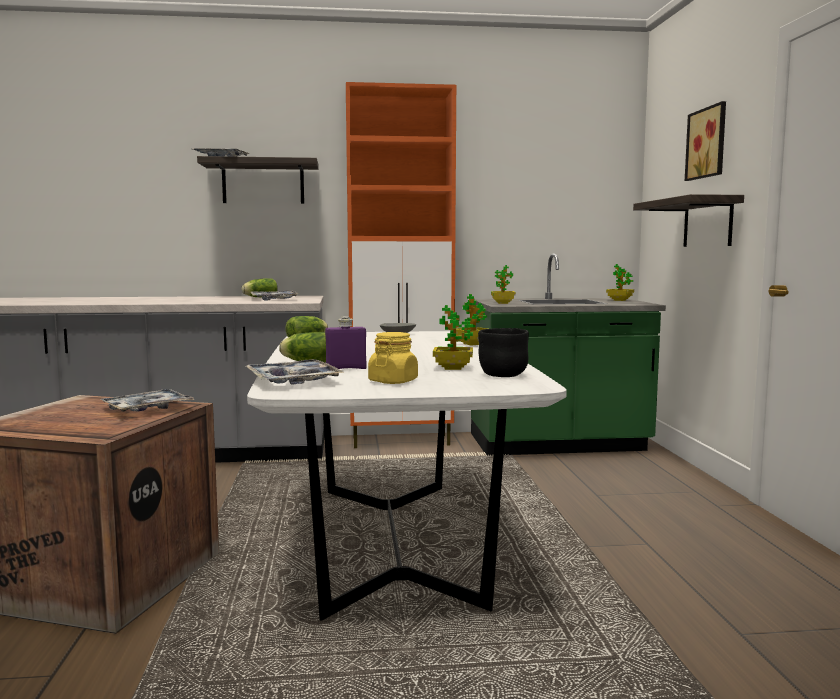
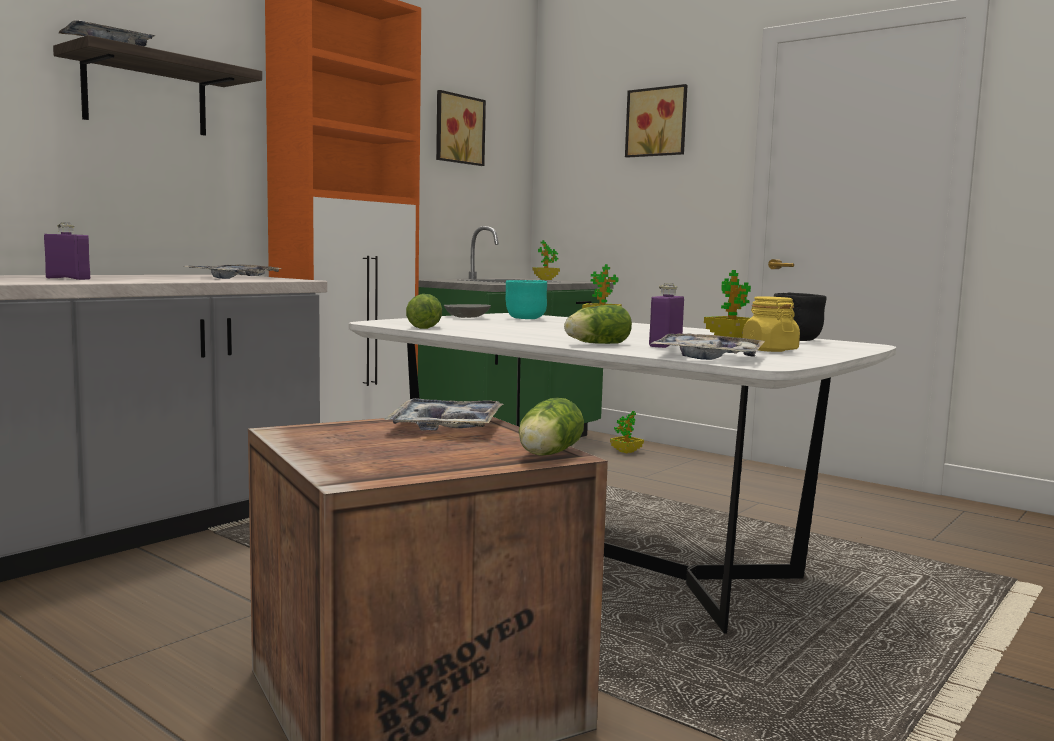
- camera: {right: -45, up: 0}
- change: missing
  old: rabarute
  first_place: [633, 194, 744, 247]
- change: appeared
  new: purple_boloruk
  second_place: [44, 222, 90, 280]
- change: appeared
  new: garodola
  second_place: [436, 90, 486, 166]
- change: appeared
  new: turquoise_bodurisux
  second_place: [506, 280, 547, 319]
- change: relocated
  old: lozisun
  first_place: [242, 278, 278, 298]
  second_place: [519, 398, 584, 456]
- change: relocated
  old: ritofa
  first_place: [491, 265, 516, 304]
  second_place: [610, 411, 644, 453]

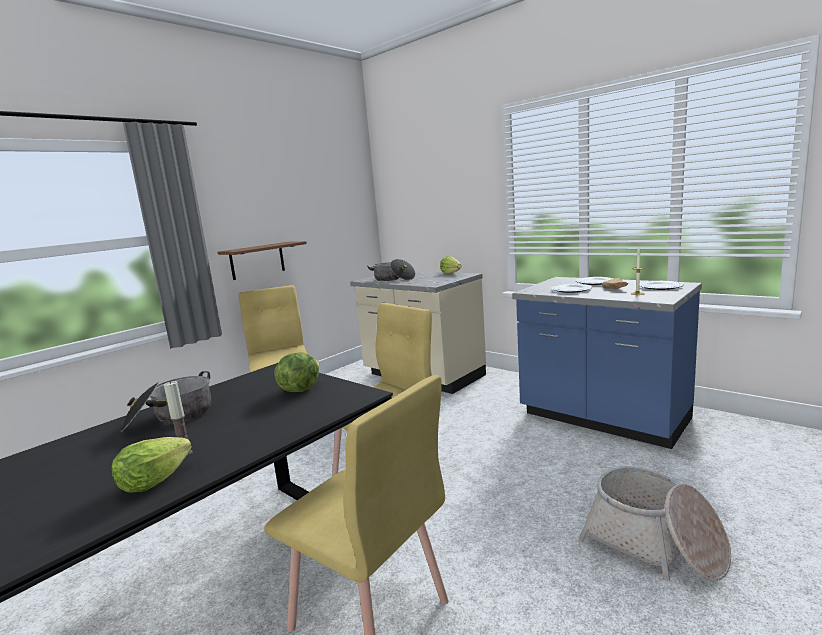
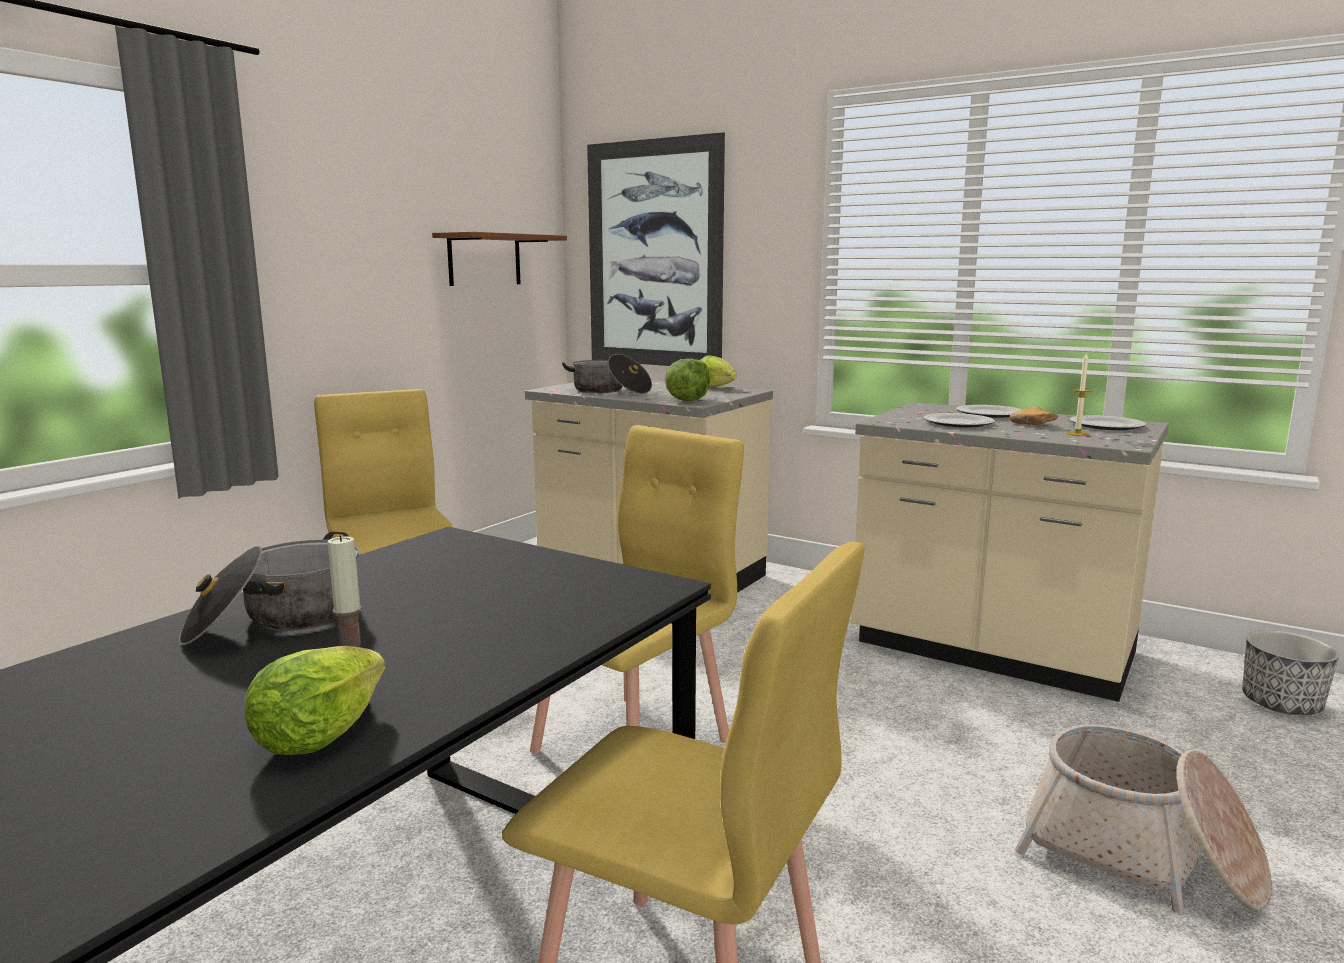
- camera: {right: -10, up: 0}
- change: appeared
  new: garodola
  second_place: [587, 132, 725, 366]
- change: appeared
  new: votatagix
  second_place: [1242, 630, 1339, 715]
- change: relocated
  old: rabarute
  first_place: [218, 241, 307, 280]
  second_place: [432, 232, 567, 286]
- change: relocated
  old: lozisun
  first_place: [274, 352, 320, 392]
  second_place: [665, 358, 710, 401]
- change: colour
  old: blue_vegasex
  new: beige_vegasex
  first_place: [512, 277, 702, 449]
  second_place: [851, 402, 1169, 702]

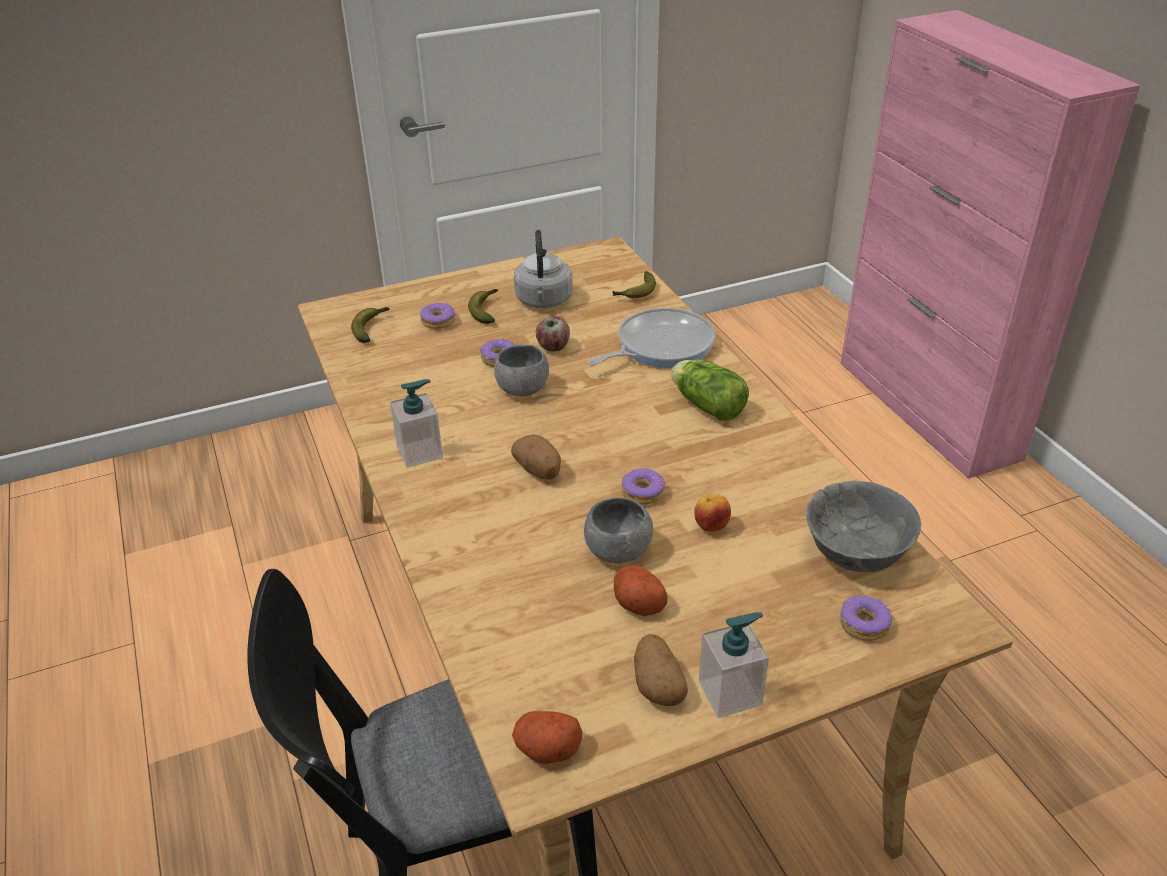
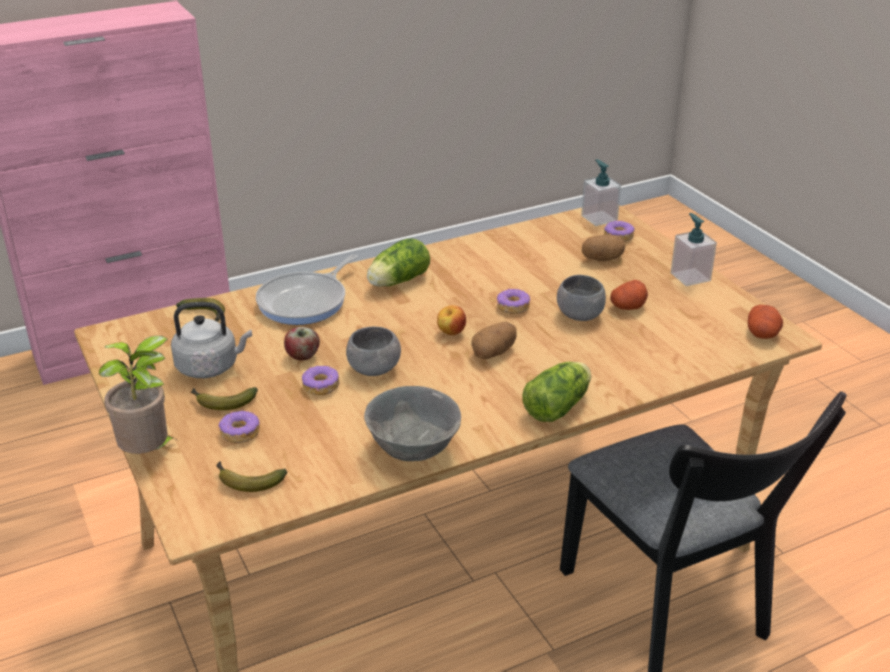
- camera: {right: -95, up: -5}
- change: appeared
  new: ritofa
  second_place: [99, 336, 177, 454]
- change: appeared
  new: lozisun
  second_place: [522, 361, 591, 422]
- change: relocated
  old: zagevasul
  first_place: [390, 379, 443, 468]
  second_place: [581, 159, 621, 226]
- change: relocated
  old: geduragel
  first_place: [634, 634, 688, 706]
  second_place: [582, 234, 625, 261]
- change: relocated
  old: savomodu
  first_place: [694, 494, 731, 532]
  second_place: [437, 305, 466, 335]
- change: relocated
  old: grey_bodurisux
  first_place: [806, 481, 921, 572]
  second_place: [364, 386, 461, 461]
- change: spun
  old: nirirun
  first_place: [587, 308, 715, 367]
  second_place: [256, 254, 358, 325]
  degrees: -105

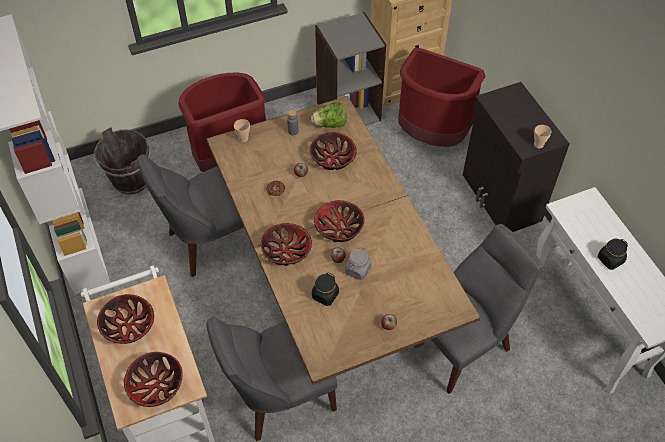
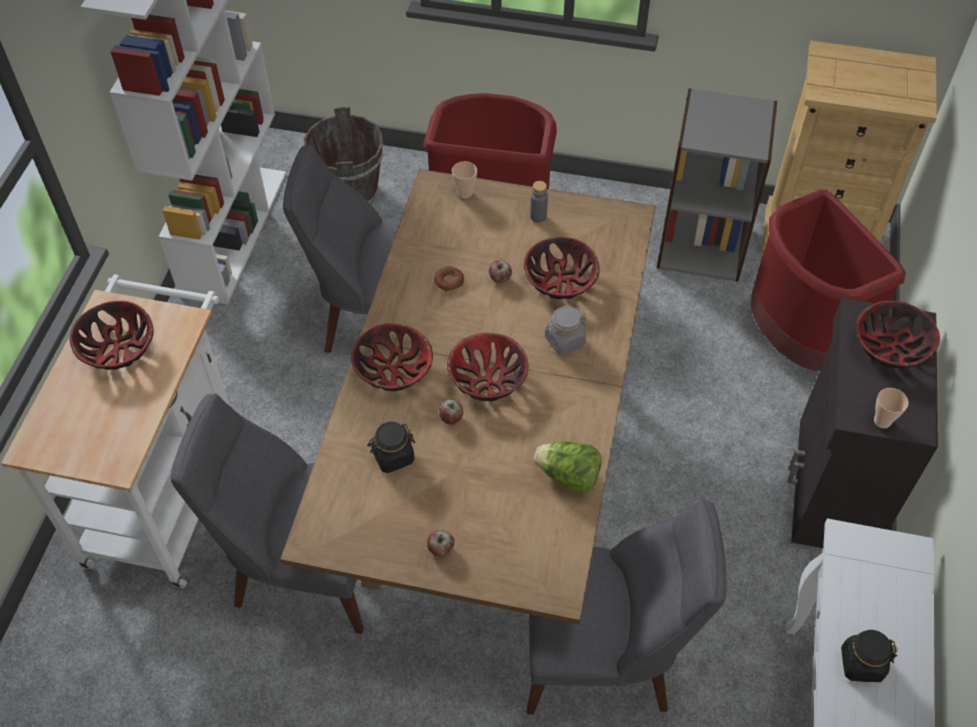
- camera: {right: 35, up: 0}
- change: relocated
  old: bodurisux
  first_place: [124, 352, 183, 407]
  second_place: [856, 300, 940, 368]
- change: relocated
  old: lozisun
  first_place: [311, 102, 347, 128]
  second_place: [534, 441, 601, 494]
- change: relocated
  old: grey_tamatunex
  first_place: [345, 247, 371, 280]
  second_place: [545, 306, 586, 355]

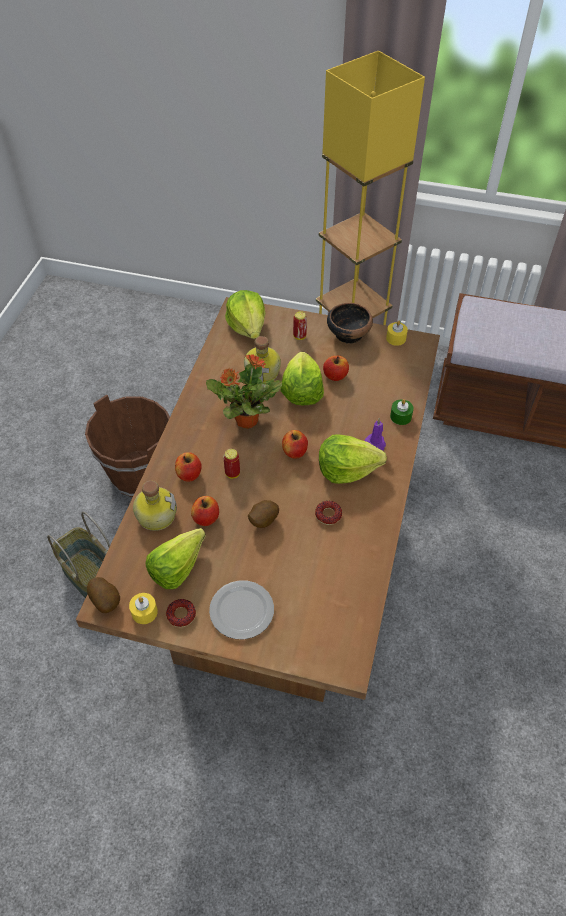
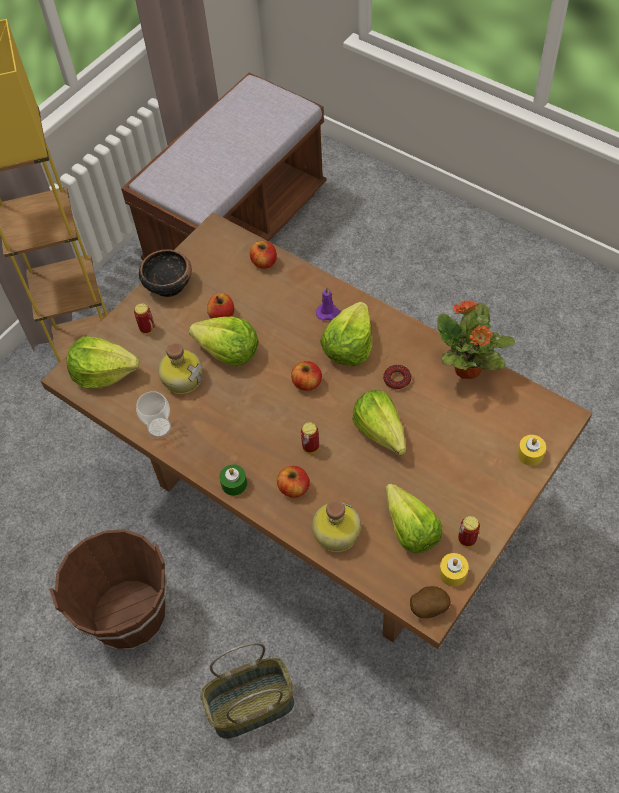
- camera: {right: -65, up: 5}
- change: missing
  old: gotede
  first_place: [209, 580, 274, 639]
- change: appeared
  new: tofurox
  second_place: [136, 391, 171, 438]
- change: relocated
  old: savomodu
  first_place: [191, 496, 219, 526]
  second_place: [250, 241, 277, 269]
- change: relocated
  old: ritofa
  first_place: [206, 354, 282, 429]
  second_place: [437, 300, 515, 379]
- change: relocated
  old: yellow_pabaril
  first_place: [386, 321, 408, 346]
  second_place: [517, 435, 546, 466]
- change: relocated
  old: green_pabaril
  first_place: [390, 399, 414, 425]
  second_place: [219, 464, 247, 496]
- change: exchanged
  old: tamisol
  new: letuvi
  first_place: [166, 599, 196, 627]
  second_place: [458, 516, 480, 547]
- change: exchanged
  old: geduragel
  new: lozisun
  first_place: [248, 500, 279, 528]
  second_place: [352, 390, 406, 456]

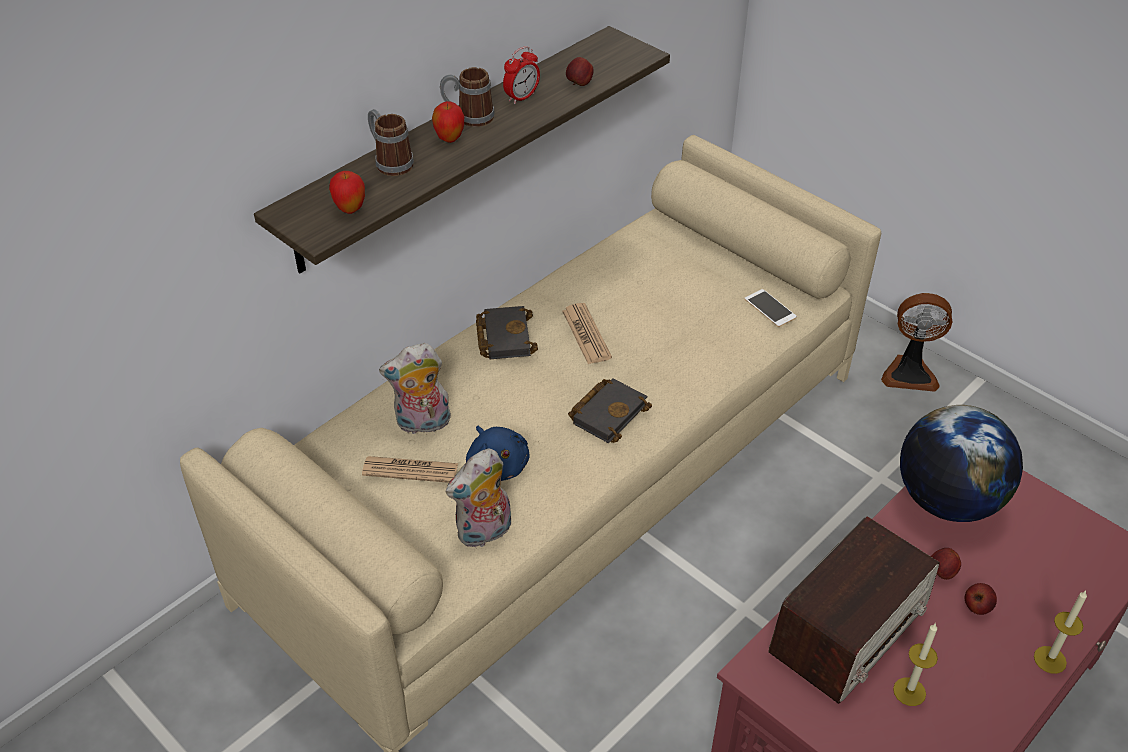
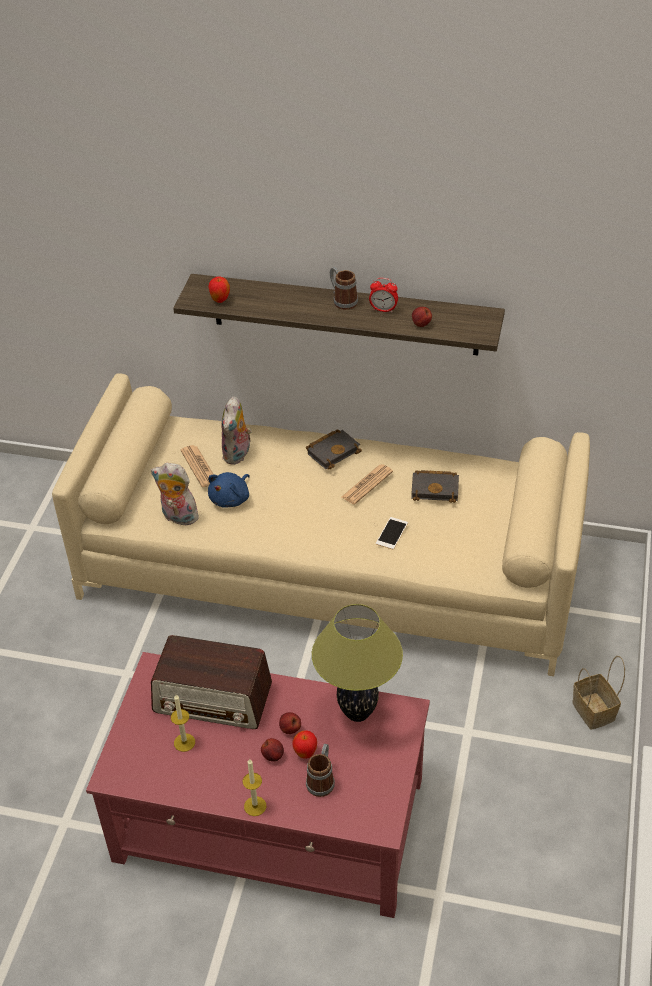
- camera: {right: 60, up: 0}
- change: relocated
  old: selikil
  first_place: [368, 109, 414, 176]
  second_place: [306, 744, 335, 797]
- change: relocated
  old: savomodu
  first_place: [432, 101, 464, 143]
  second_place: [292, 730, 317, 759]
- change: relocated
  old: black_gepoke
  first_place: [568, 378, 652, 443]
  second_place: [411, 470, 459, 503]
- change: relocated
  old: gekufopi
  first_place: [745, 289, 797, 327]
  second_place: [376, 517, 408, 550]
- change: exchanged
  old: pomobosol
  new: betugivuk
  first_place: [881, 293, 953, 392]
  second_place: [572, 656, 625, 730]
- change: exchanged
  old: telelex
  new: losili
  first_place: [900, 405, 1023, 522]
  second_place: [312, 604, 403, 722]
- change: spun
  old: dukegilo
  first_place: [379, 343, 451, 434]
  second_place: [221, 397, 252, 465]
  degrees: -120

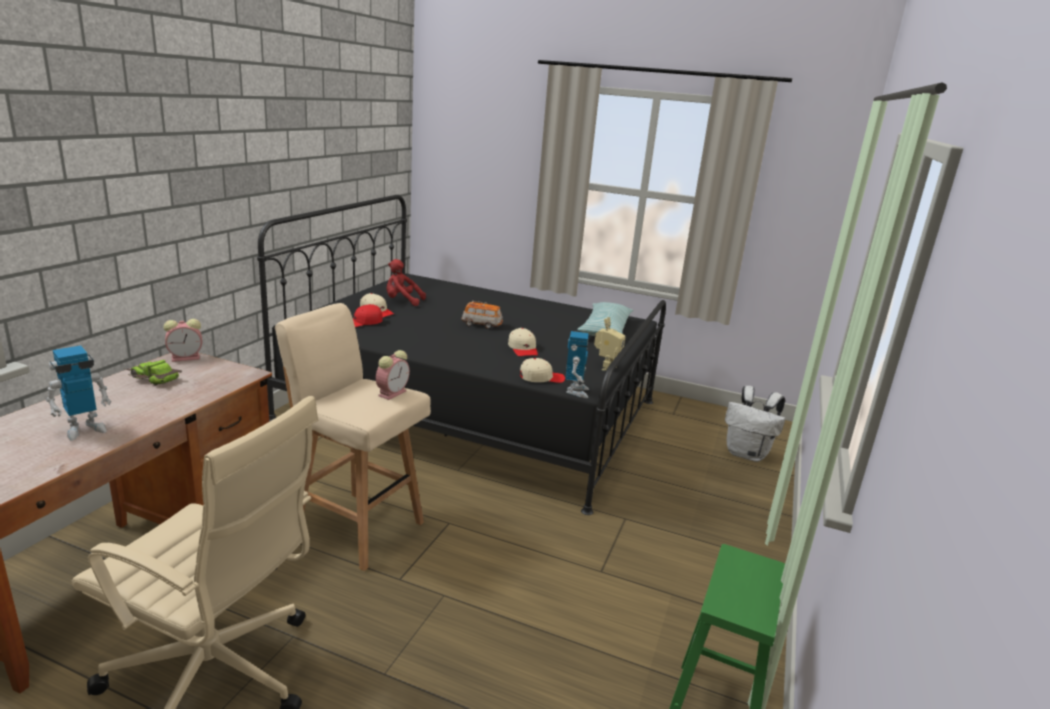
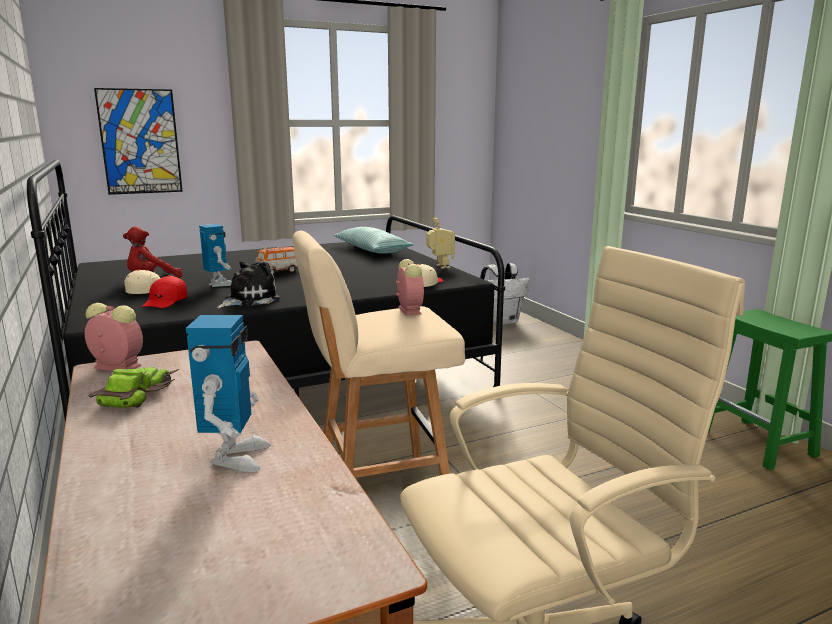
- camera: {right: -45, up: -5}
- change: missing
  old: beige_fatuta
  first_place: [508, 328, 538, 356]
- change: appeared
  new: garodola
  second_place: [94, 88, 183, 195]
- change: appeared
  new: dukegilo
  second_place: [217, 261, 280, 308]
- change: relocated
  old: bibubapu
  first_place: [565, 331, 589, 398]
  second_place: [199, 224, 232, 287]
- change: spun
  old: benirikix
  first_place: [123, 360, 182, 385]
  second_place: [88, 367, 179, 408]
  degrees: 120
- change: spun
  old: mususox
  first_place: [164, 319, 202, 362]
  second_place: [85, 303, 143, 371]
  degrees: -90

